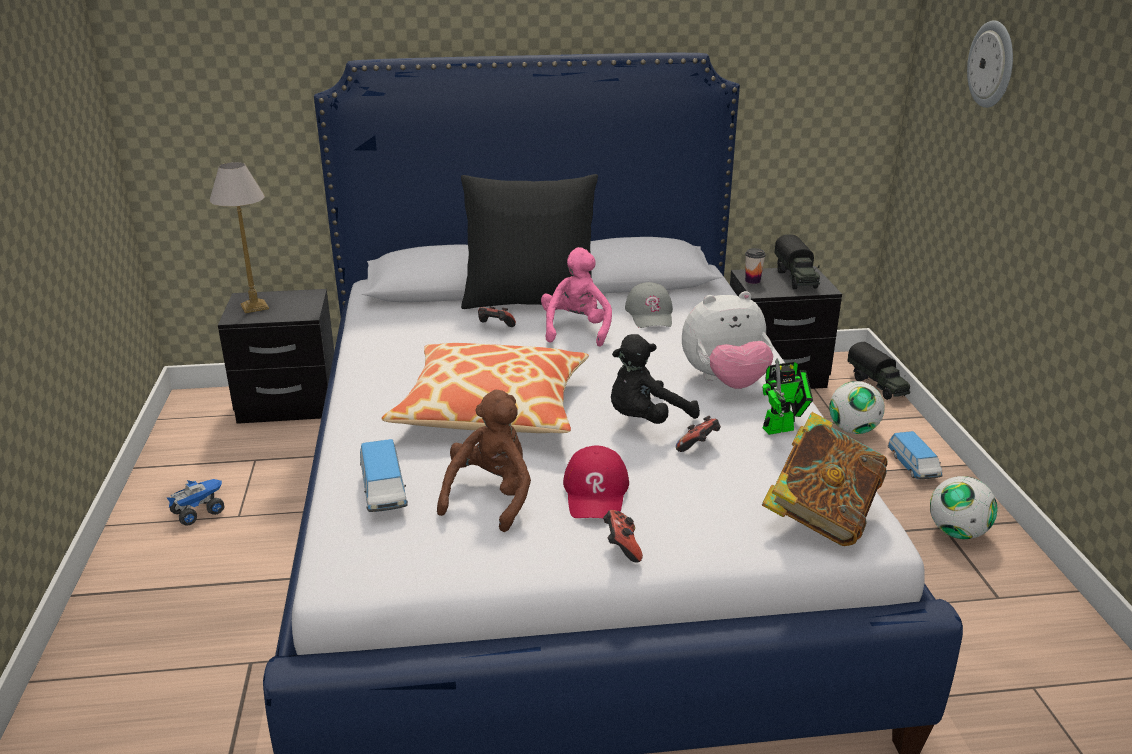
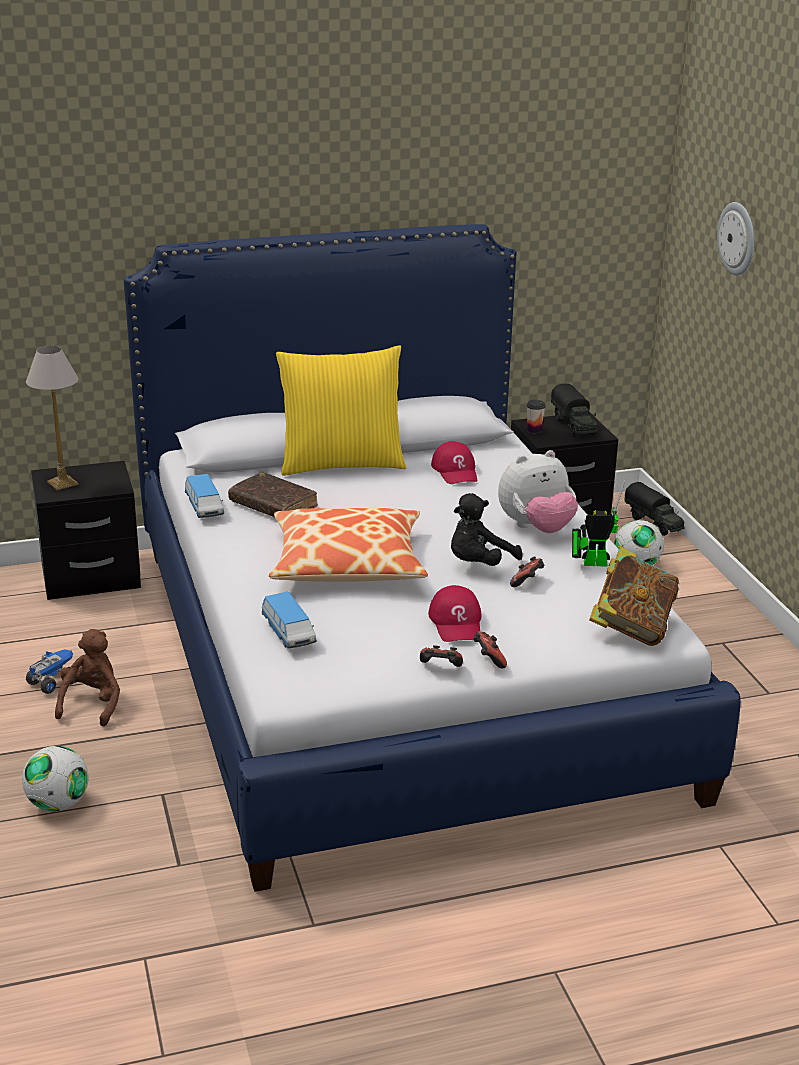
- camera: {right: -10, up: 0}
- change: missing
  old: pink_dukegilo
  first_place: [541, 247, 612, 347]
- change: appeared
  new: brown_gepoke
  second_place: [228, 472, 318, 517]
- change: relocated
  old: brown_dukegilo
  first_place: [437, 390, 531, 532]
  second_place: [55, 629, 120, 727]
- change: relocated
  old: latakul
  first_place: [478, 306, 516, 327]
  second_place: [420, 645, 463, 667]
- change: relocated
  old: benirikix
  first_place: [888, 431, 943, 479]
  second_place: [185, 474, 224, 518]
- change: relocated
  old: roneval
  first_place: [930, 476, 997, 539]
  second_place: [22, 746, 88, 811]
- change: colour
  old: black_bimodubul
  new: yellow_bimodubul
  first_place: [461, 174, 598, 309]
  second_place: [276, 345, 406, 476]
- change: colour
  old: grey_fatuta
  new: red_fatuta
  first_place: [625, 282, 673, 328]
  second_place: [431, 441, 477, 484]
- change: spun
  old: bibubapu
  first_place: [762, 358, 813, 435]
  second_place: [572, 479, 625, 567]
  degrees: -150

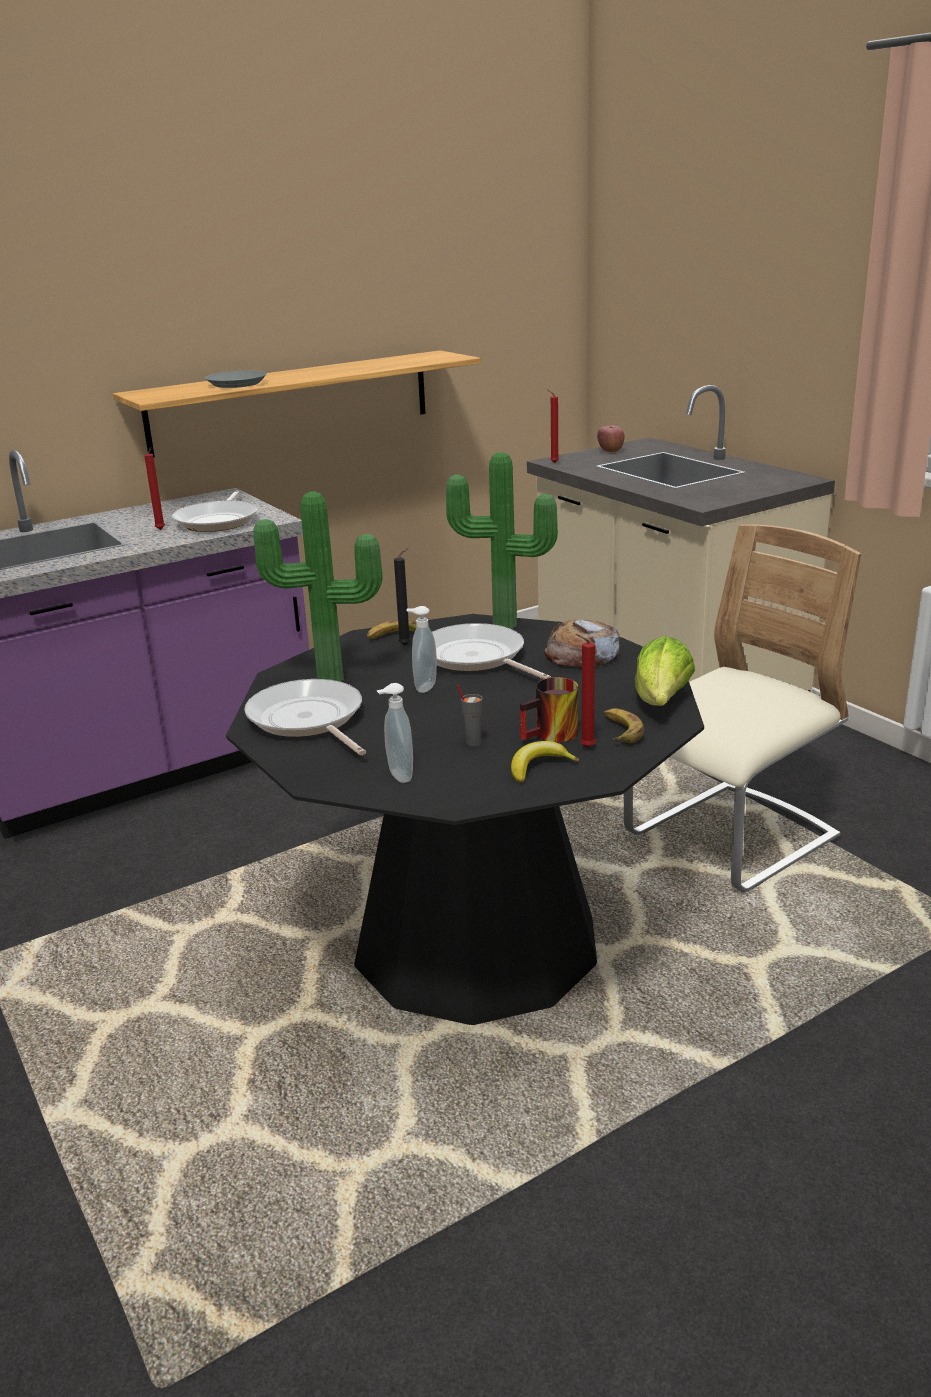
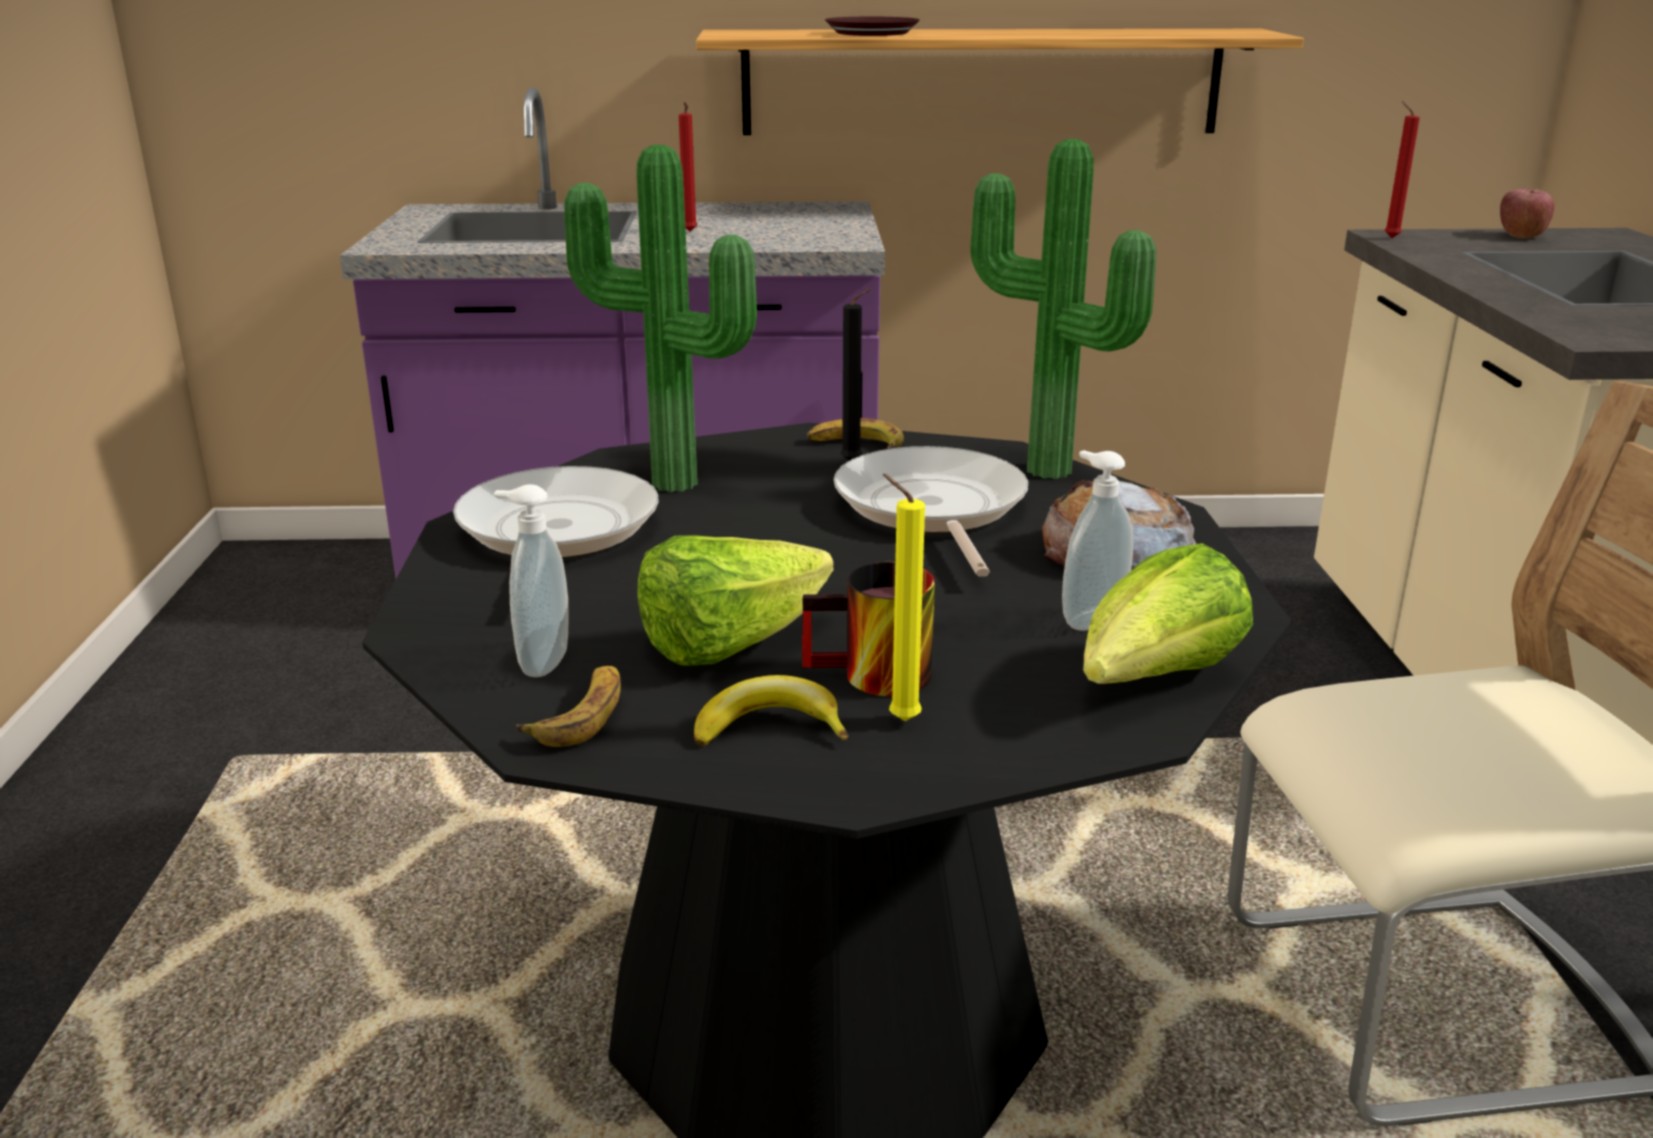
- camera: {right: 30, up: 0}
- change: missing
  old: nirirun
  first_place: [172, 491, 258, 532]
- change: relocated
  old: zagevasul
  first_place: [406, 606, 437, 693]
  second_place: [1062, 450, 1133, 631]
- change: relocated
  old: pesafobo
  first_place: [604, 708, 644, 743]
  second_place: [516, 666, 621, 747]
- change: exchanged
  old: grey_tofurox
  new: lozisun
  first_place: [457, 684, 483, 747]
  second_place: [637, 535, 834, 666]
- change: colour
  old: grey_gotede
  new: brown_gotede
  first_place: [205, 371, 267, 388]
  second_place: [825, 17, 920, 36]
- change: colour
  old: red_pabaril
  new: yellow_pabaril
  first_place: [575, 634, 596, 748]
  second_place: [883, 474, 925, 721]

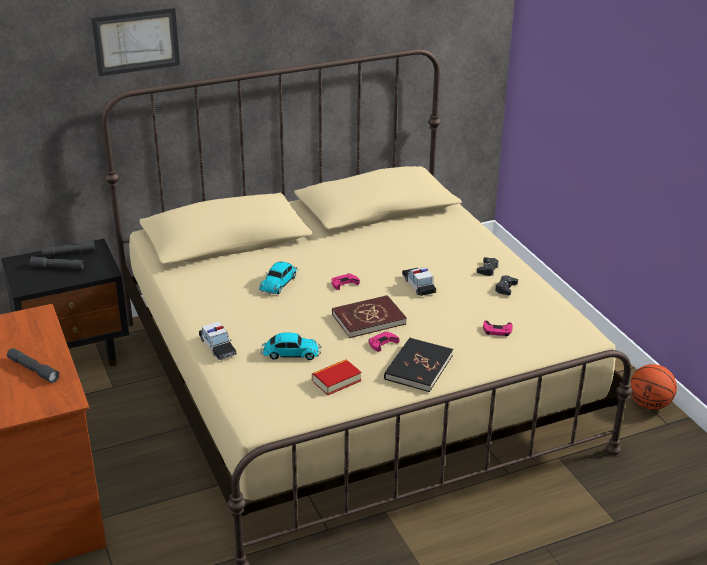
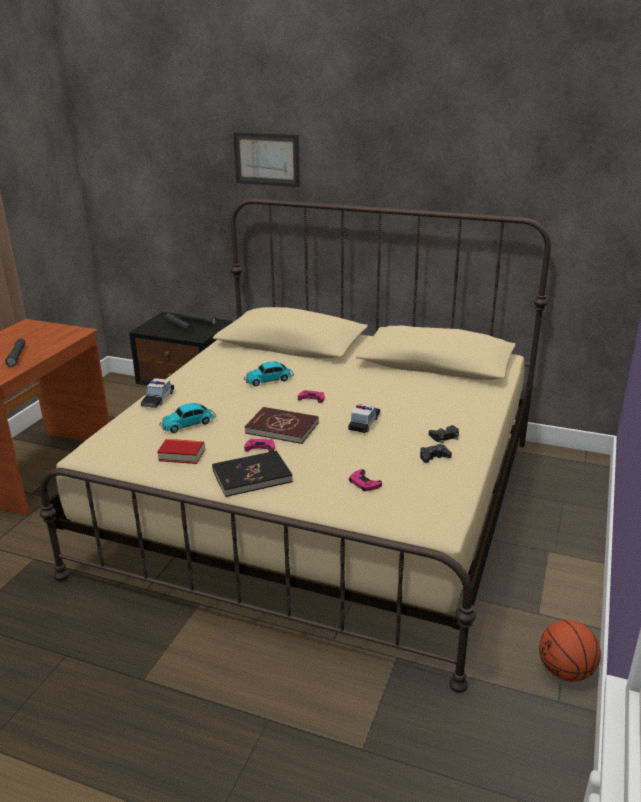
- camera: {right: 45, up: -5}
- change: spun
  old: benirikix
  first_place: [261, 332, 321, 360]
  second_place: [160, 403, 216, 433]
  degrees: 105

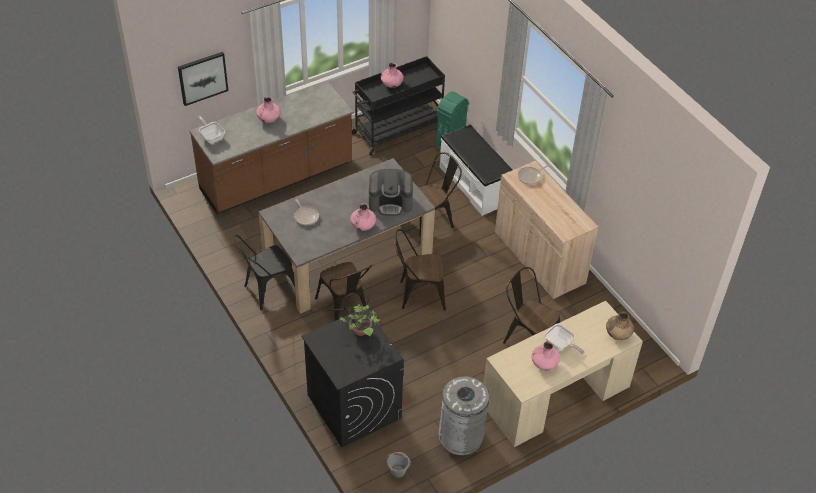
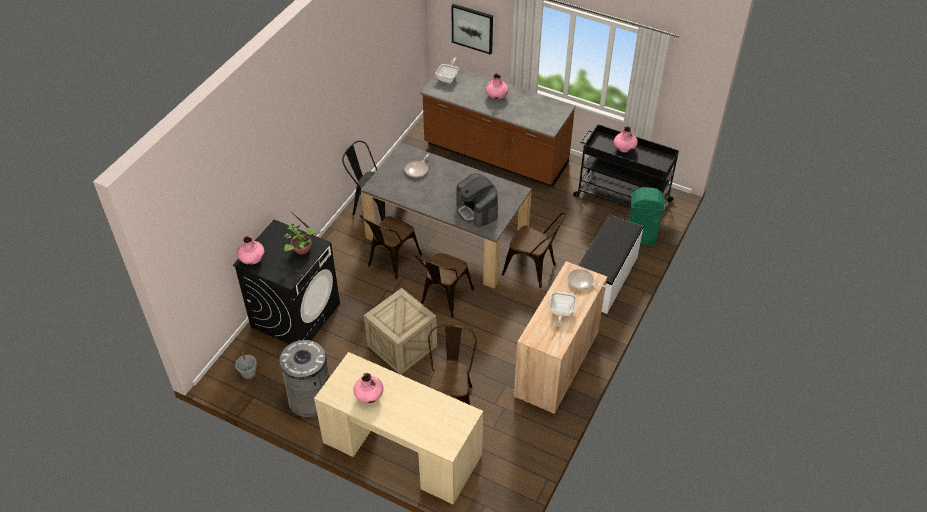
- camera: {right: 60, up: 0}
- change: missing
  old: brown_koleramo
  first_place: [606, 312, 634, 340]
- change: appeared
  new: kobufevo
  second_place: [364, 288, 437, 375]
- change: relocated
  old: pink_koleramo
  first_place: [350, 203, 376, 231]
  second_place: [237, 236, 264, 265]
- change: relocated
  old: nirirun
  first_place: [544, 324, 584, 354]
  second_place: [550, 291, 576, 327]
- change: spun
  old: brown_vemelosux
  first_place: [395, 229, 446, 311]
  second_place: [415, 253, 474, 318]
  degrees: -120

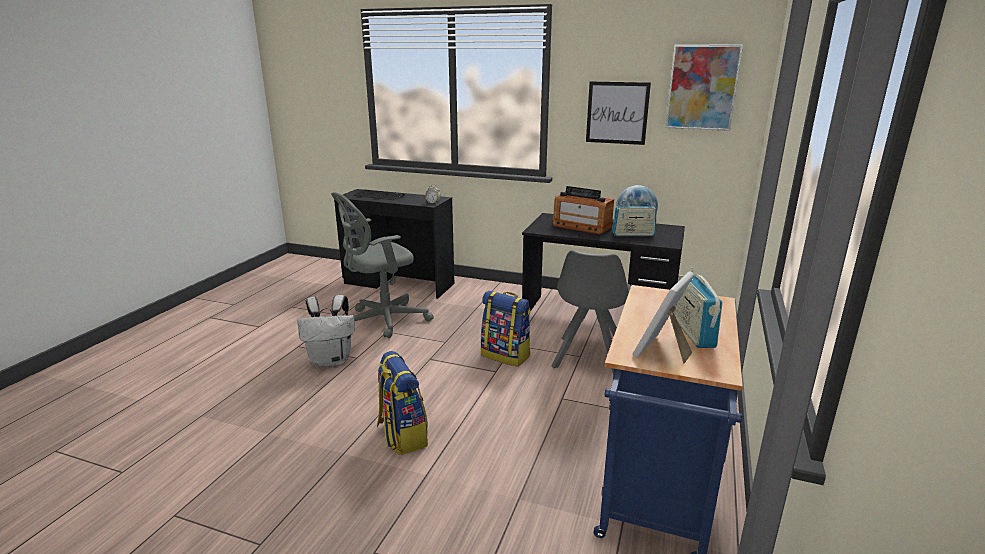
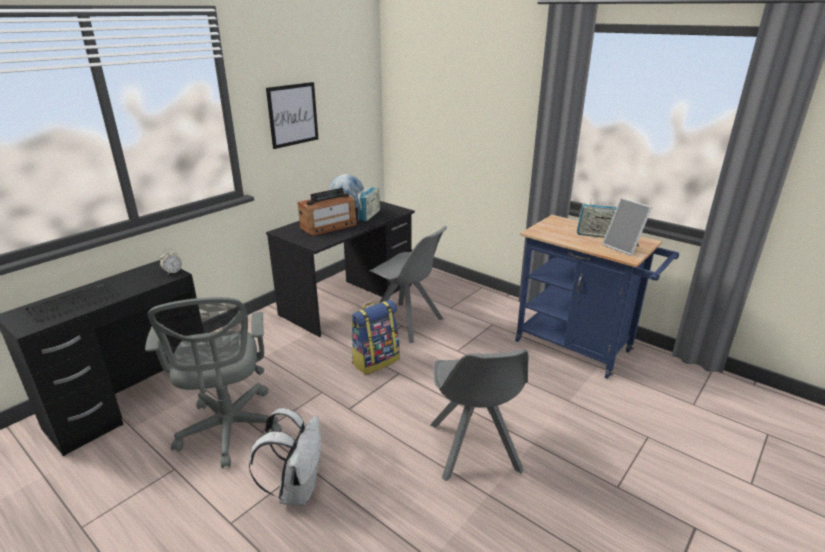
- camera: {right: -70, up: 5}
- change: missing
  old: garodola
  first_place: [665, 44, 743, 131]
- change: exchanged
  old: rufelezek
  new: grey_vemelosux
  first_place: [377, 351, 428, 455]
  second_place: [430, 349, 528, 481]

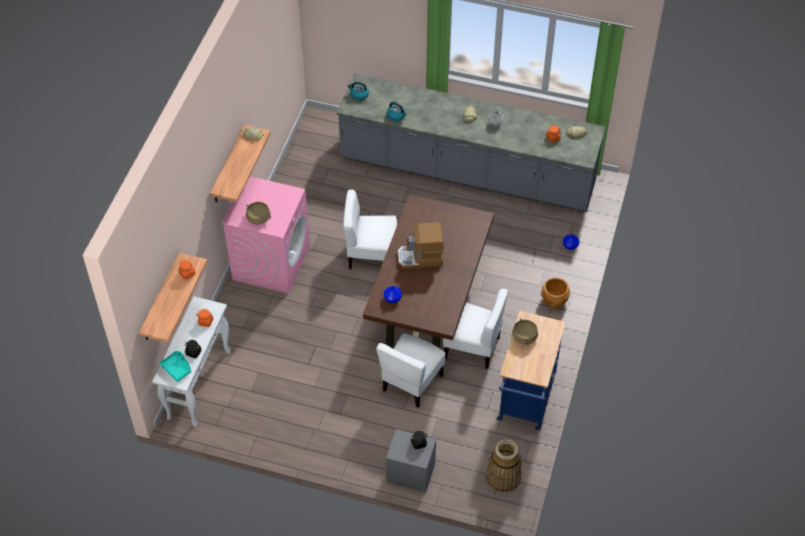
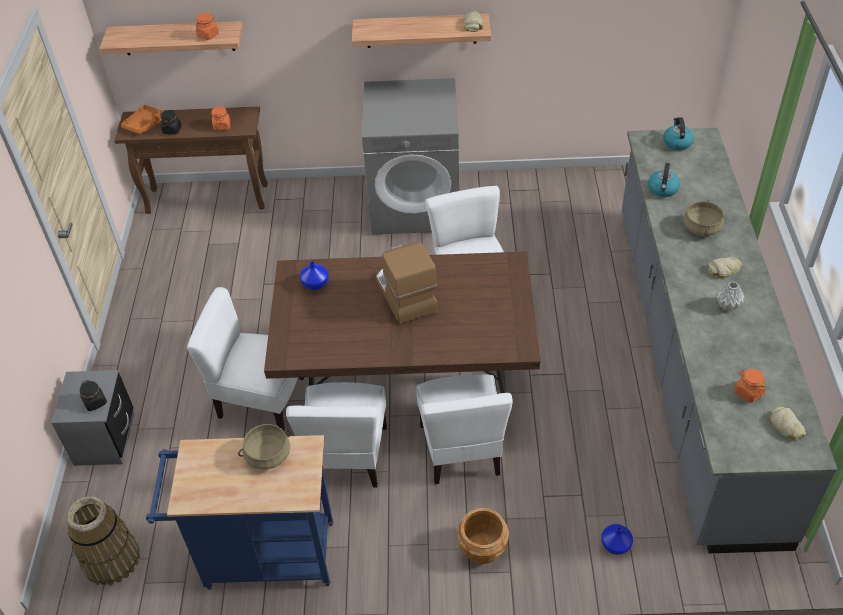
- camera: {right: 75, up: -5}
- change: appeared
  new: white_vemelosux
  second_place: [416, 374, 513, 484]
- change: relocated
  old: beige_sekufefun
  first_place: [246, 202, 271, 225]
  second_place: [683, 201, 724, 236]
- change: colour
  old: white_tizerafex
  new: brown_tizerafex
  first_place: [152, 296, 230, 427]
  second_place: [114, 106, 268, 214]
- change: colour
  old: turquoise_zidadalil
  new: orange_zidadalil
  first_place: [160, 351, 191, 382]
  second_place: [121, 105, 164, 134]
- change: colour
  old: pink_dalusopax
  new: grey_dalusopax
  first_place: [221, 176, 310, 294]
  second_place: [362, 78, 459, 234]

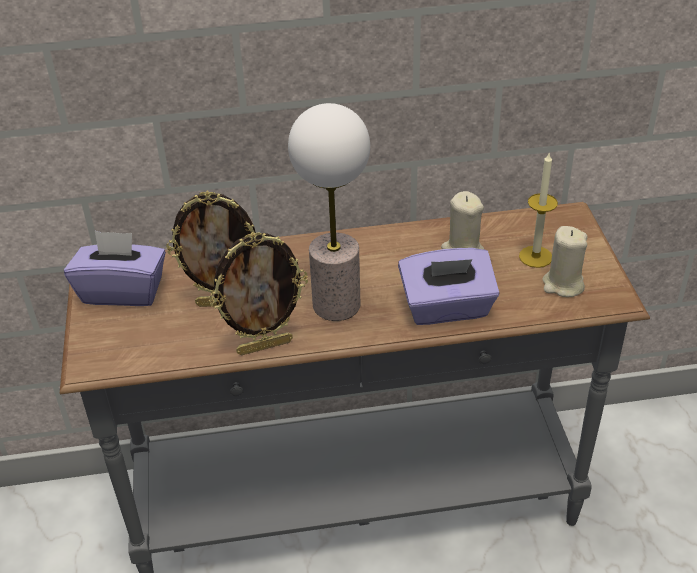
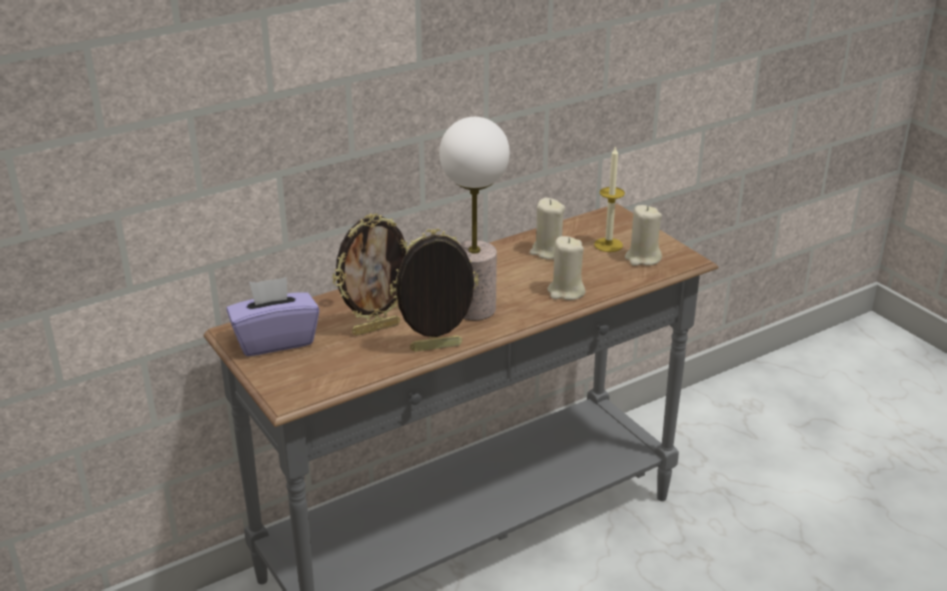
- camera: {right: -25, up: -10}
- change: exchanged
  old: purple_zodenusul
  new: beige_pabaril
  first_place: [398, 248, 500, 325]
  second_place: [547, 236, 585, 300]
- change: spun
  old: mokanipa
  first_place: [209, 232, 308, 355]
  second_place: [390, 229, 479, 352]
  degrees: -150

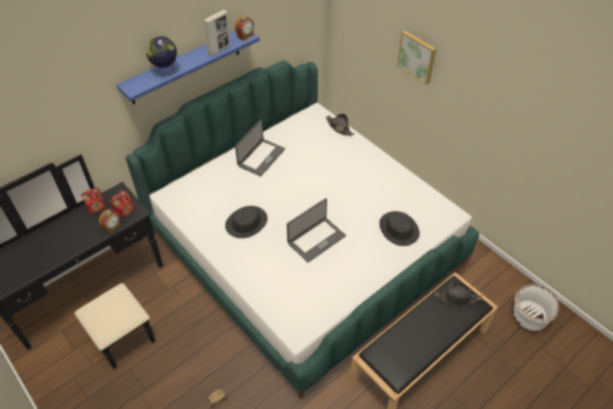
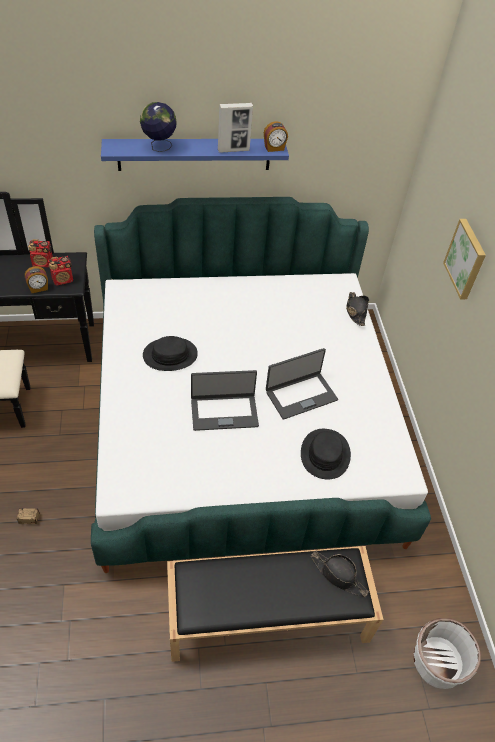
- camera: {right: 30, up: 0}
- change: relocated
  old: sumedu
  first_place: [235, 119, 285, 176]
  second_place: [266, 348, 338, 420]

